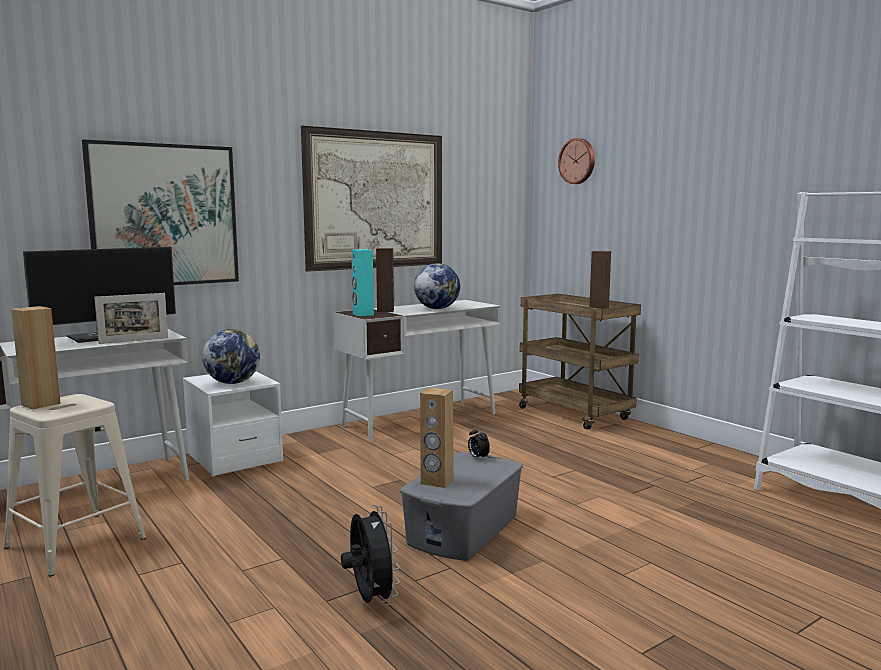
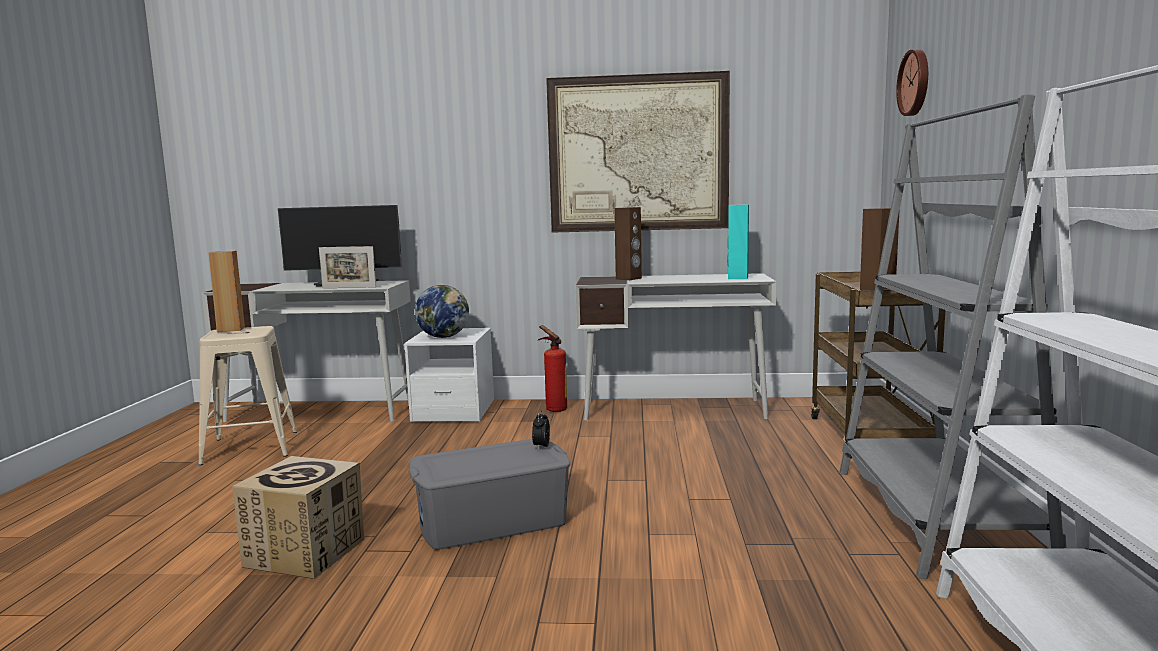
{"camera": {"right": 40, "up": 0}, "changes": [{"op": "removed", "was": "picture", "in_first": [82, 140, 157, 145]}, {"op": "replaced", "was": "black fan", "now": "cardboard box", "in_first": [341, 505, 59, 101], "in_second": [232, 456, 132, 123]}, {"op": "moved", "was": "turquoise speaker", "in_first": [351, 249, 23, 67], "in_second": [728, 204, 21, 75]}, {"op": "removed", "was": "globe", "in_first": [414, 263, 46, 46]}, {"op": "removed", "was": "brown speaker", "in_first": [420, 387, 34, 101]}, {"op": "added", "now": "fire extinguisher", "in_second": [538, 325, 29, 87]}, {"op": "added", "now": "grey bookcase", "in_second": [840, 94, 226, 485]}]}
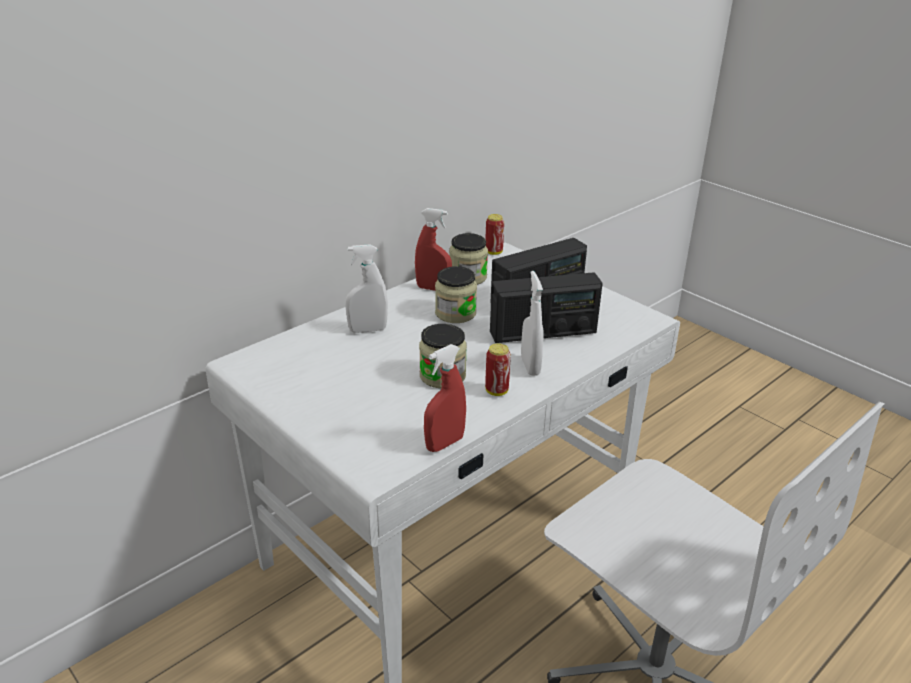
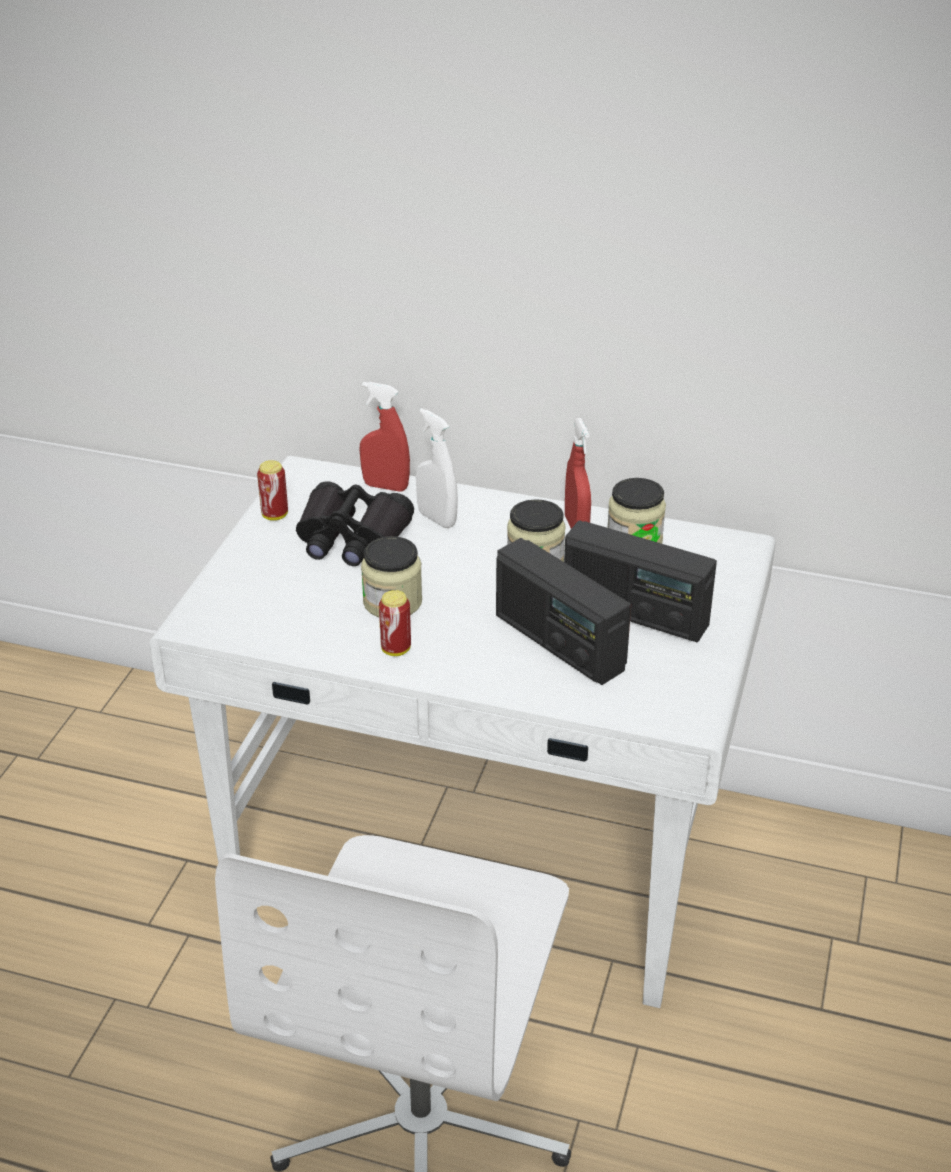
{"camera": {"right": 60, "up": 5}, "changes": [{"op": "moved", "was": "red spray bottle", "in_first": [424, 344, 42, 108], "in_second": [359, 382, 51, 110]}, {"op": "moved", "was": "can", "in_first": [485, 214, 19, 41], "in_second": [257, 460, 31, 61]}, {"op": "removed", "was": "white spray bottle", "in_first": [521, 271, 22, 105]}, {"op": "added", "now": "black binoculars", "in_second": [296, 481, 118, 85]}]}
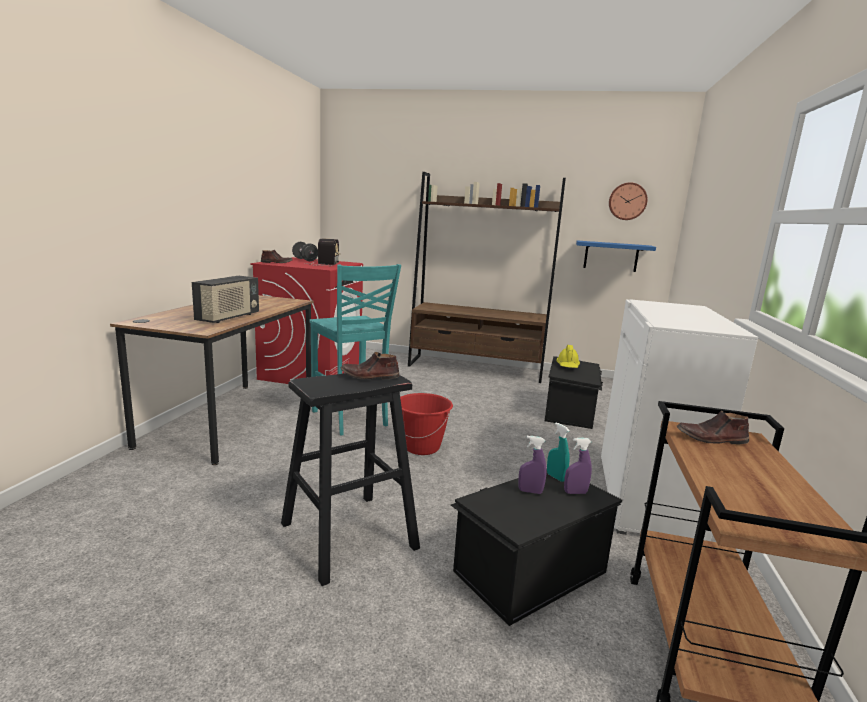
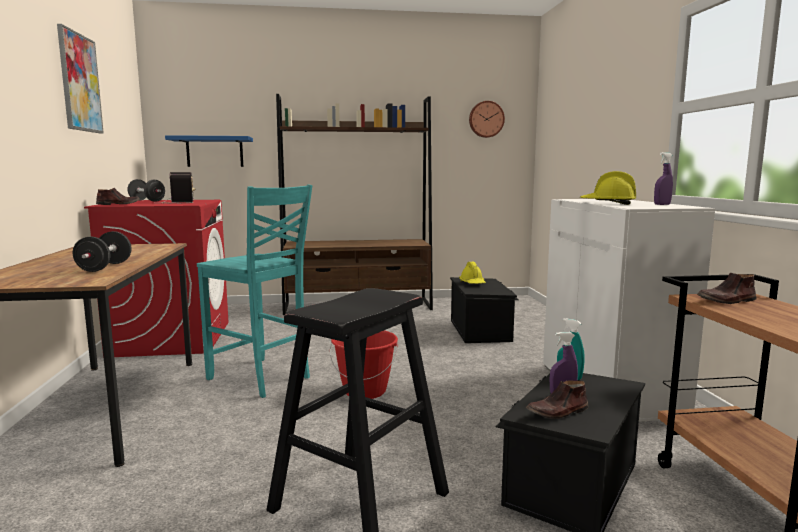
{"camera": {"right": -20, "up": -5}, "changes": [{"op": "replaced", "was": "radio", "now": "black dumbbell", "in_first": [192, 276, 67, 47], "in_second": [73, 231, 58, 41]}, {"op": "moved", "was": "brown shoe", "in_first": [341, 352, 59, 27], "in_second": [526, 381, 62, 38]}, {"op": "moved", "was": "purple spray bottle", "in_first": [564, 438, 28, 56], "in_second": [654, 152, 19, 53]}, {"op": "moved", "was": "blue shelf", "in_first": [576, 240, 80, 32], "in_second": [165, 135, 88, 32]}, {"op": "added", "now": "picture", "in_second": [57, 24, 47, 109]}, {"op": "added", "now": "yellow hard hat", "in_second": [580, 171, 56, 34]}]}
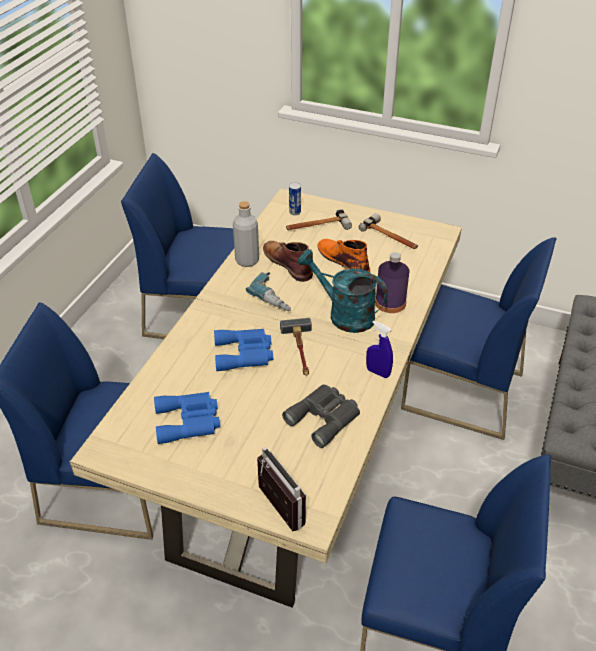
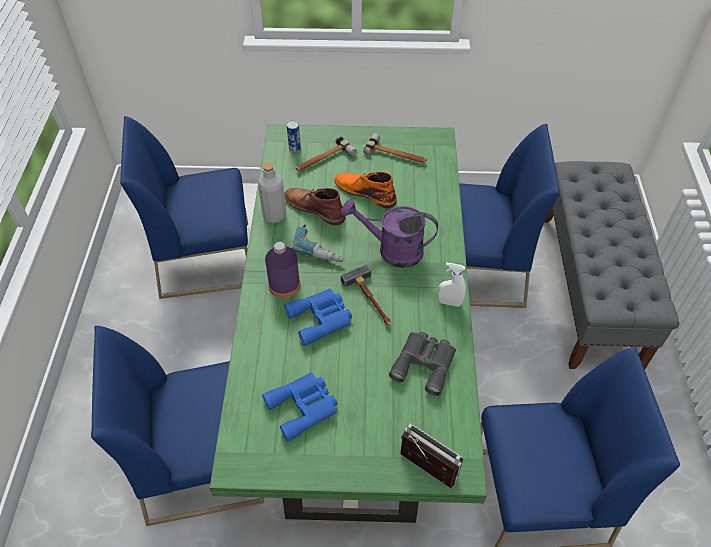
{"camera": {"right": -20, "up": 10}, "changes": [{"op": "recoloured", "was": "beige dining table", "now": "green dining table", "in_first": [70, 188, 392, 419], "in_second": [210, 124, 277, 399]}, {"op": "recoloured", "was": "turquoise watering can", "now": "purple watering can", "in_first": [298, 249, 90, 84], "in_second": [341, 199, 97, 69]}, {"op": "recoloured", "was": "blue spray bottle", "now": "white spray bottle", "in_first": [366, 321, 27, 57], "in_second": [438, 263, 28, 44]}, {"op": "moved", "was": "purple bottle", "in_first": [375, 252, 34, 61], "in_second": [265, 242, 35, 56]}]}
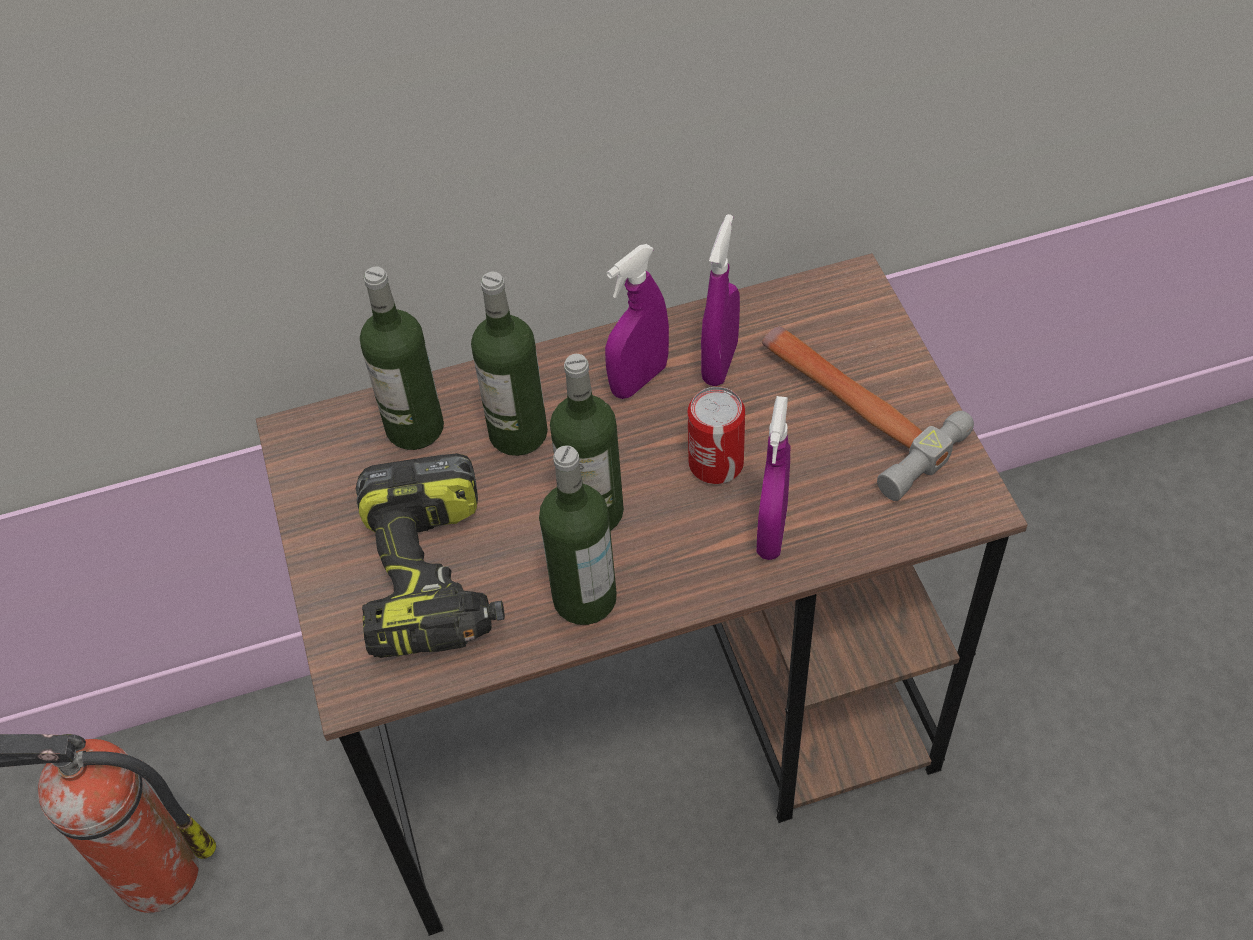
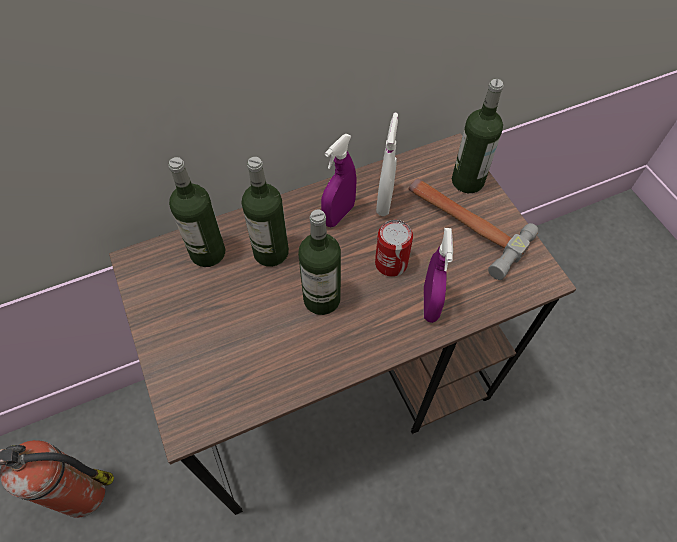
{"camera": {"right": -10, "up": 5}, "changes": [{"op": "removed", "was": "power drill", "in_first": [356, 453, 149, 205]}, {"op": "moved", "was": "bottle", "in_first": [539, 445, 78, 180], "in_second": [452, 79, 51, 114]}, {"op": "recoloured", "was": "purple spray bottle", "now": "white spray bottle", "in_first": [701, 214, 39, 172], "in_second": [376, 113, 22, 103]}]}
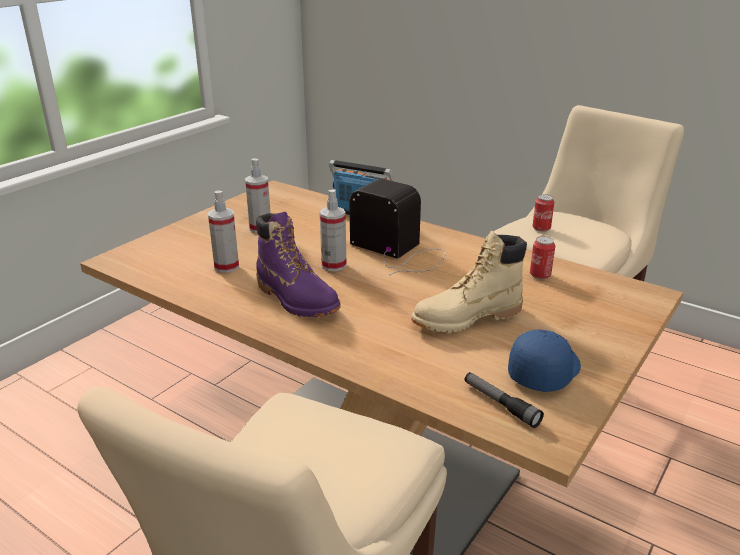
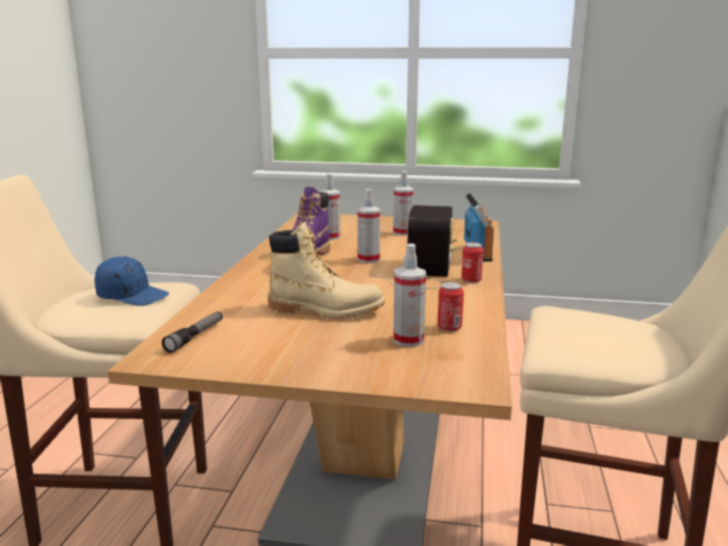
{"camera": {"right": 65, "up": -10}, "changes": [{"op": "turned", "was": "beige boot", "in_first": [411, 231, 116, 102], "in_second": [268, 222, 117, 97], "clockwise": 150}, {"op": "moved", "was": "blue cap", "in_first": [508, 329, 73, 63], "in_second": [95, 256, 74, 50]}, {"op": "moved", "was": "can", "in_first": [533, 194, 21, 38], "in_second": [461, 242, 23, 41]}, {"op": "added", "now": "spray bottle", "in_second": [393, 243, 33, 104]}]}
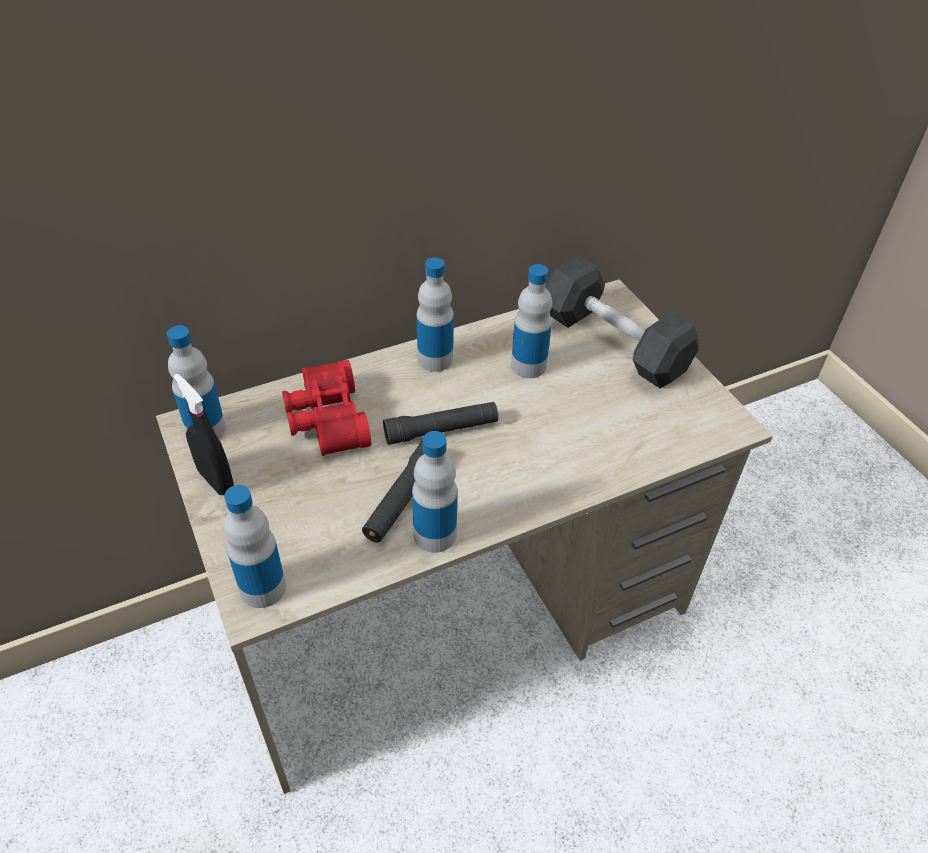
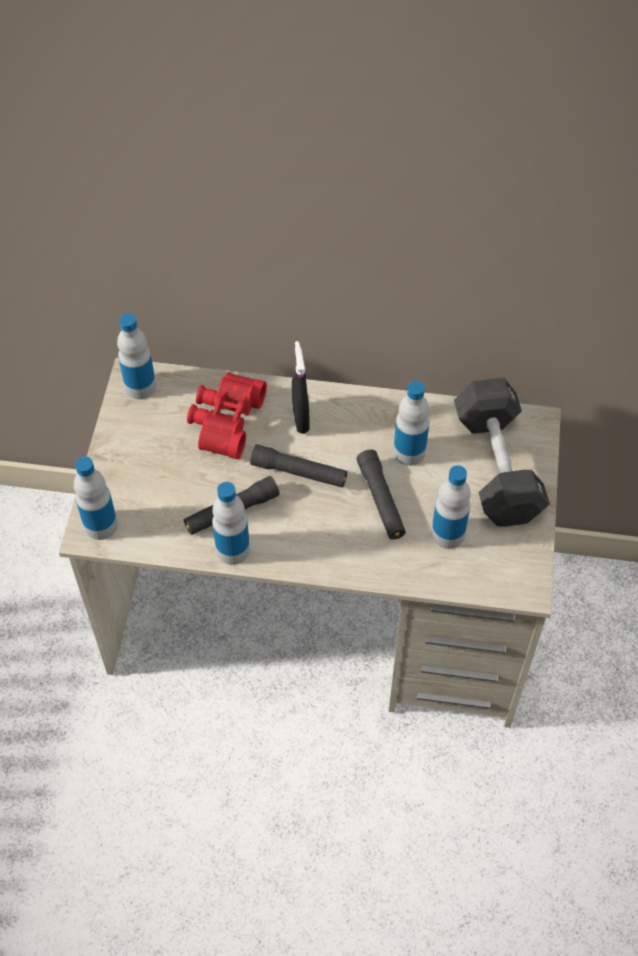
{"camera": {"right": 35, "up": 10}, "changes": [{"op": "moved", "was": "black spray bottle", "in_first": [173, 374, 61, 121], "in_second": [292, 341, 17, 93]}, {"op": "moved", "was": "bottle", "in_first": [417, 258, 37, 114], "in_second": [431, 465, 40, 84]}, {"op": "added", "now": "black flashlight", "in_second": [356, 449, 50, 91]}]}
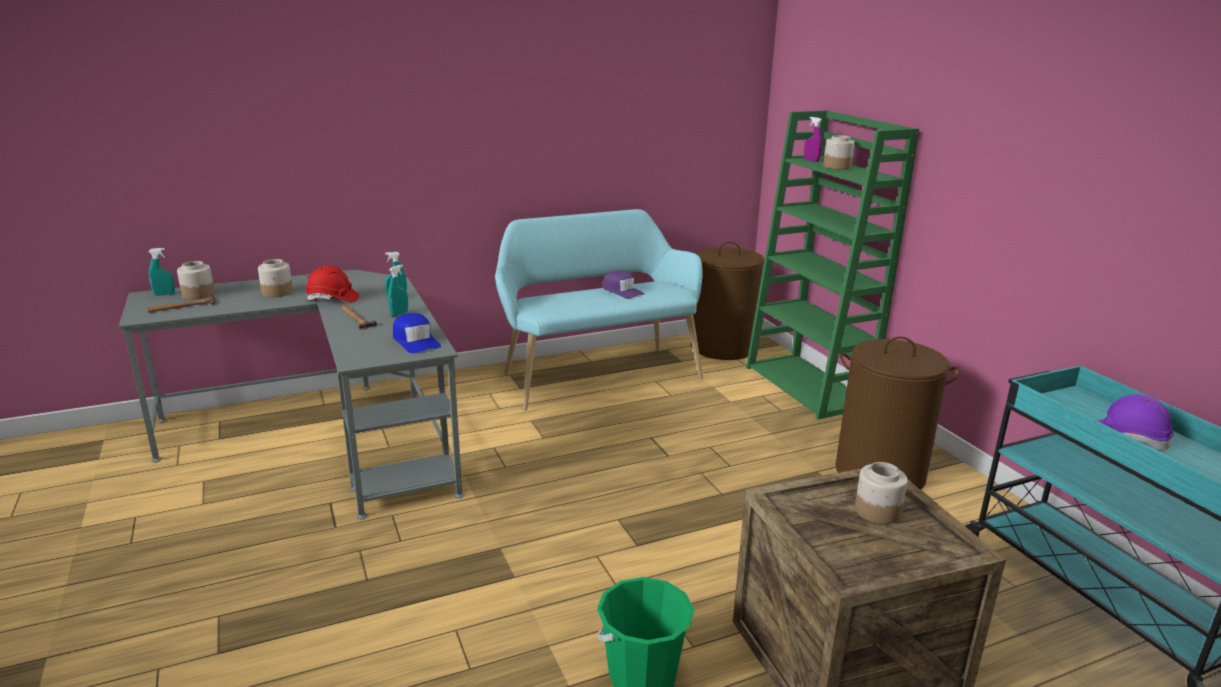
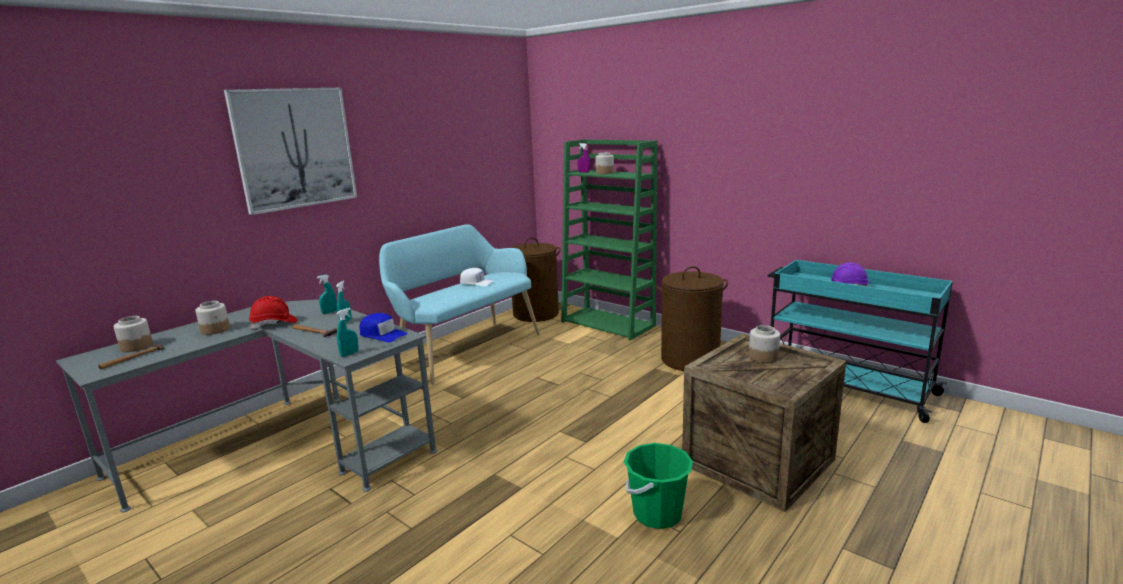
{"camera": {"right": -25, "up": -5}, "changes": [{"op": "moved", "was": "turquoise spray bottle", "in_first": [148, 248, 27, 48], "in_second": [336, 308, 23, 49]}, {"op": "recoloured", "was": "purple cap", "now": "white cap", "in_first": [603, 270, 41, 29], "in_second": [460, 268, 34, 18]}, {"op": "added", "now": "picture", "in_second": [224, 88, 133, 127]}]}
